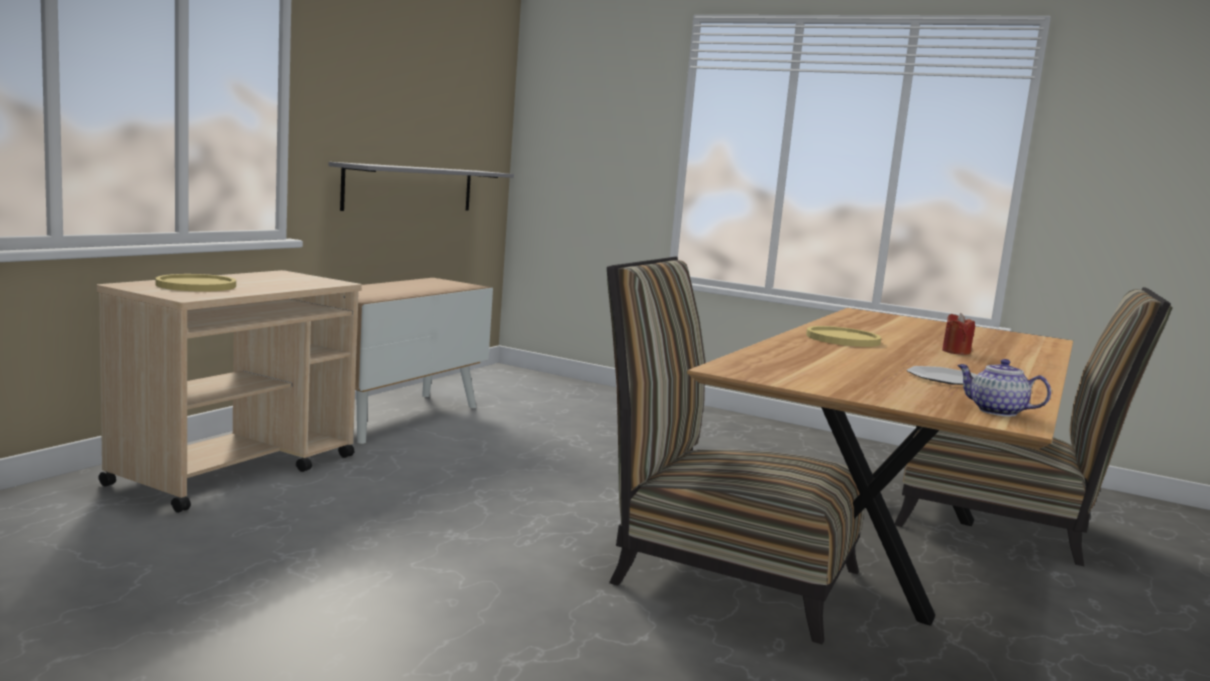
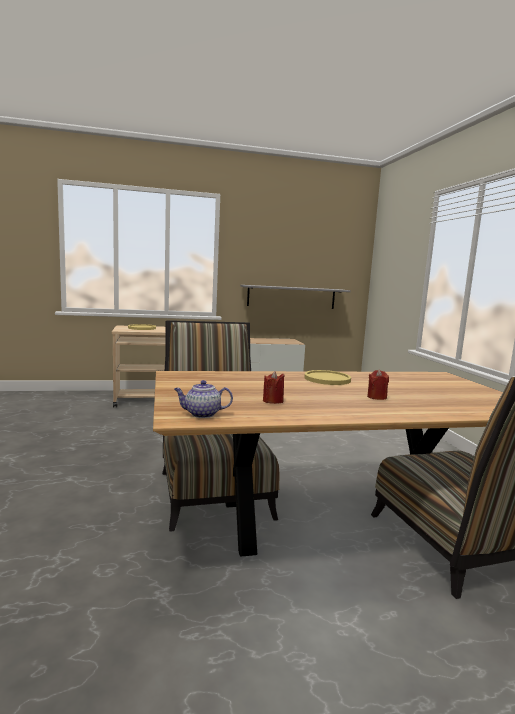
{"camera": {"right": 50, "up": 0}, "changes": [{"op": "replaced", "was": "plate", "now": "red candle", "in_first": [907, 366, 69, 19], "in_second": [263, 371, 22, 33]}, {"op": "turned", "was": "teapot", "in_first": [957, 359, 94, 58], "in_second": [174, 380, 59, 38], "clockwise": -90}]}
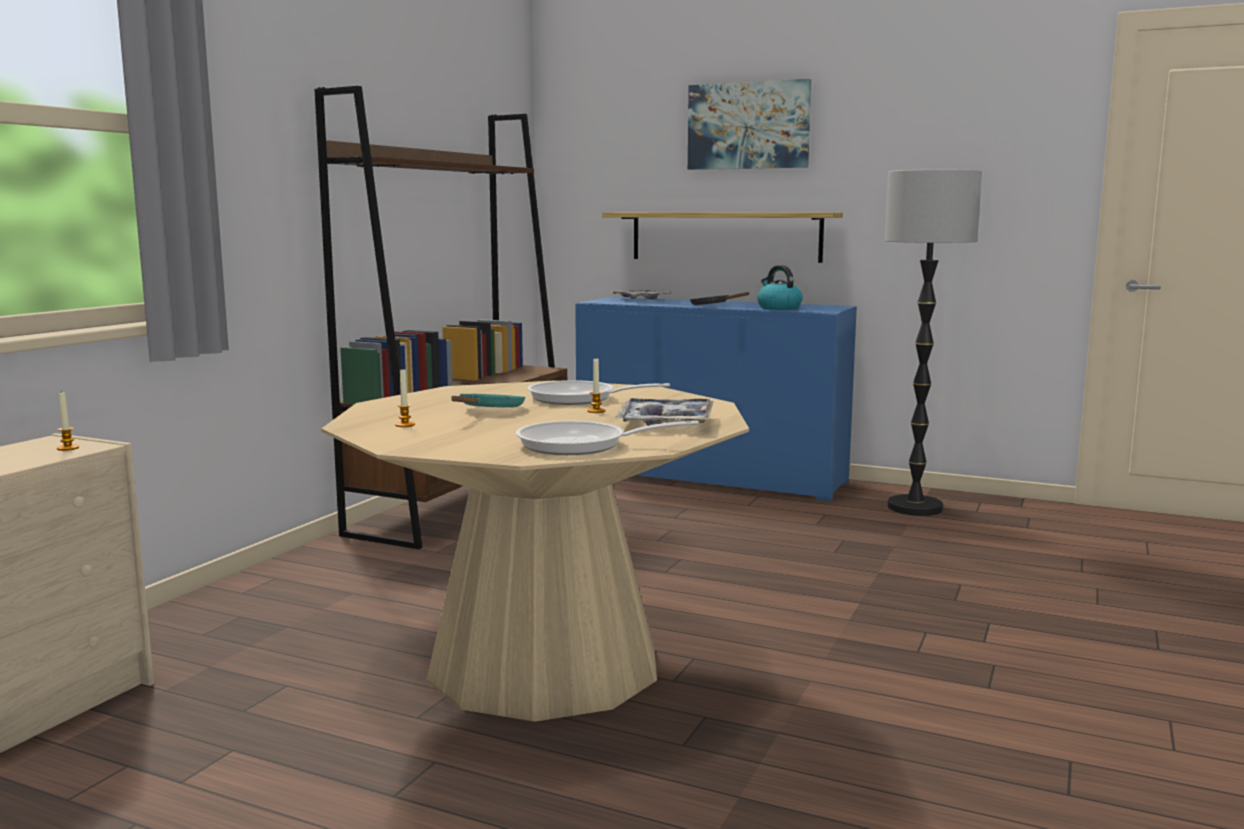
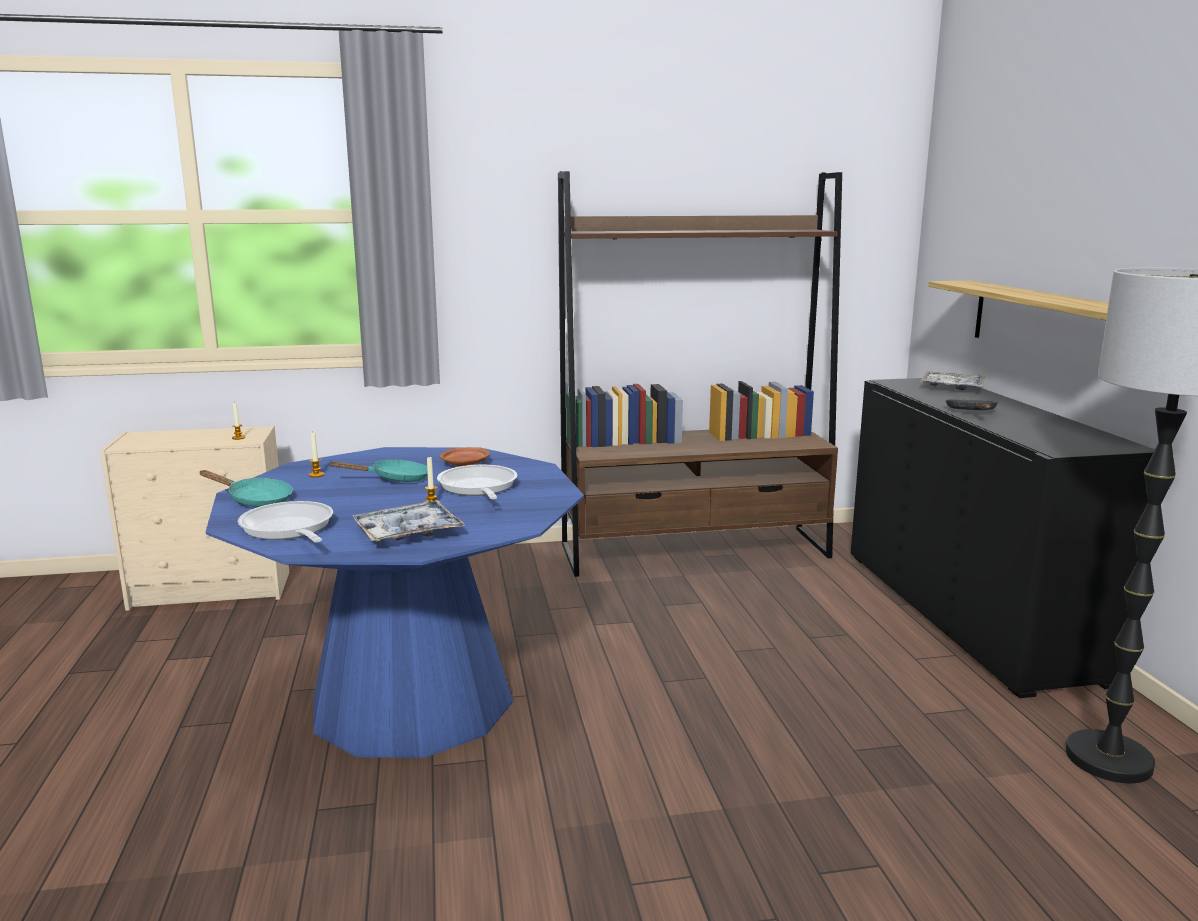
{"camera": {"right": 55, "up": 5}, "changes": [{"op": "recoloured", "was": "beige dining table", "now": "blue dining table", "in_first": [321, 381, 428, 341], "in_second": [206, 447, 378, 311]}, {"op": "recoloured", "was": "blue cabinet", "now": "black cabinet", "in_first": [575, 297, 282, 204], "in_second": [851, 378, 304, 320]}, {"op": "removed", "was": "picture", "in_first": [688, 79, 123, 91]}, {"op": "removed", "was": "kettle", "in_first": [757, 265, 46, 45]}, {"op": "added", "now": "turquoise frying pan", "in_second": [199, 470, 94, 37]}, {"op": "added", "now": "brown plate", "in_second": [440, 447, 50, 19]}]}
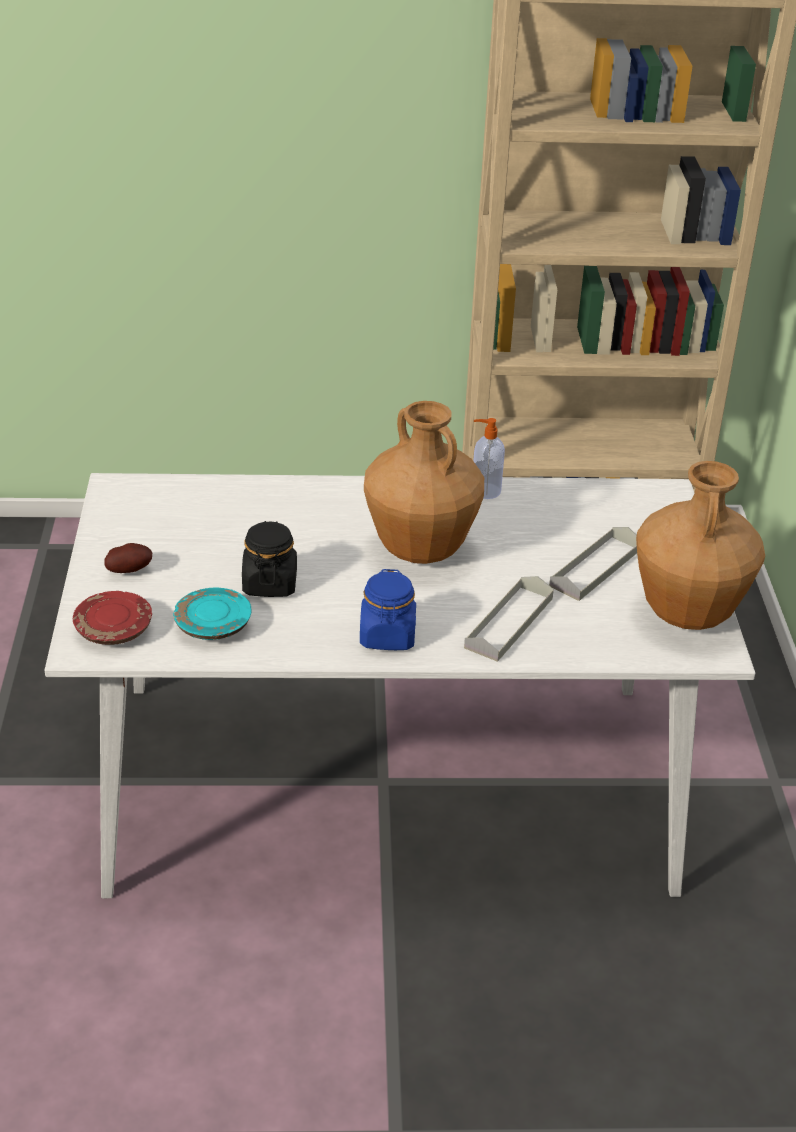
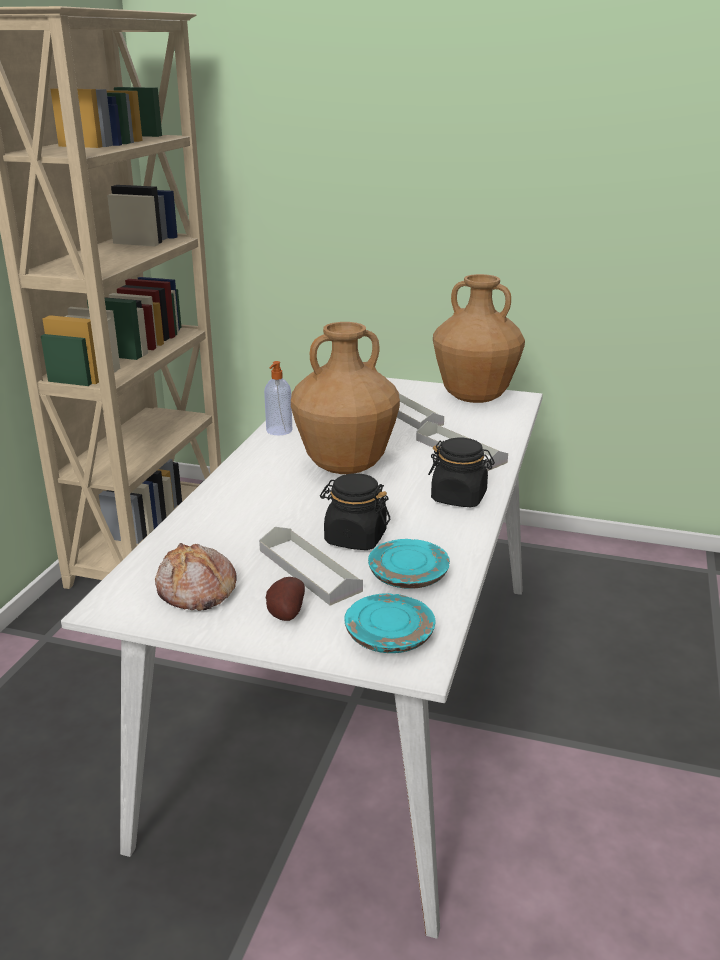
{"camera": {"right": -70, "up": -10}, "changes": [{"op": "recoloured", "was": "red plate", "now": "turquoise plate", "in_first": [73, 591, 79, 54], "in_second": [344, 593, 92, 60]}, {"op": "recoloured", "was": "blue jar", "now": "black jar", "in_first": [360, 569, 56, 81], "in_second": [428, 438, 67, 69]}, {"op": "added", "now": "bread", "in_second": [155, 543, 82, 68]}, {"op": "added", "now": "grey tray", "in_second": [259, 527, 104, 78]}]}
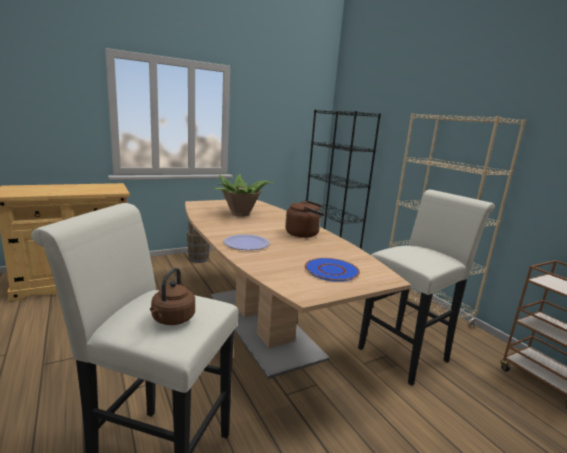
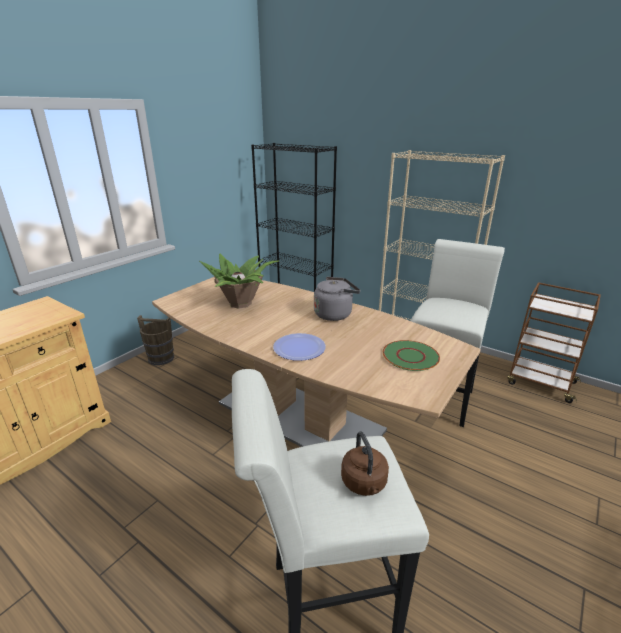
{"camera": {"right": -25, "up": 10}, "changes": [{"op": "recoloured", "was": "brown kettle", "now": "grey kettle", "in_first": [285, 200, 40, 38], "in_second": [314, 277, 47, 44]}, {"op": "recoloured", "was": "blue plate", "now": "green plate", "in_first": [305, 258, 55, 24], "in_second": [383, 340, 57, 31]}]}
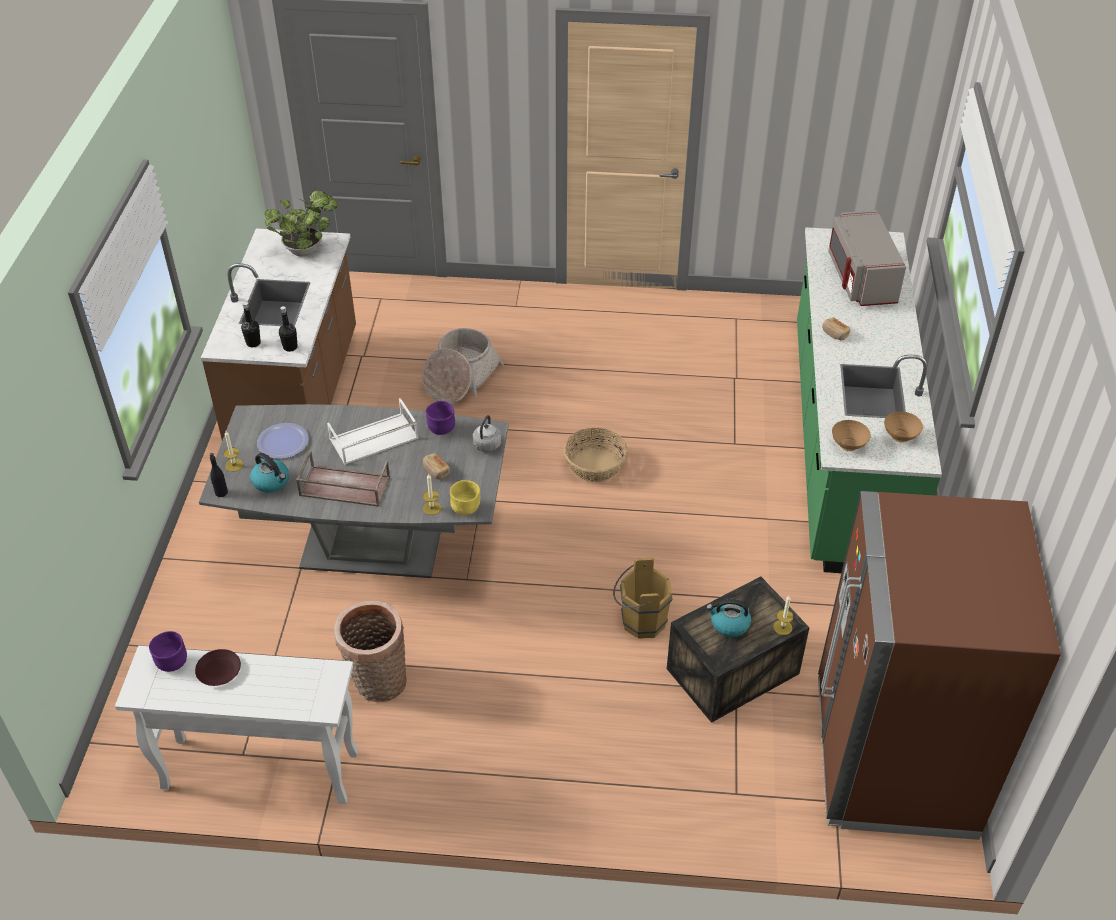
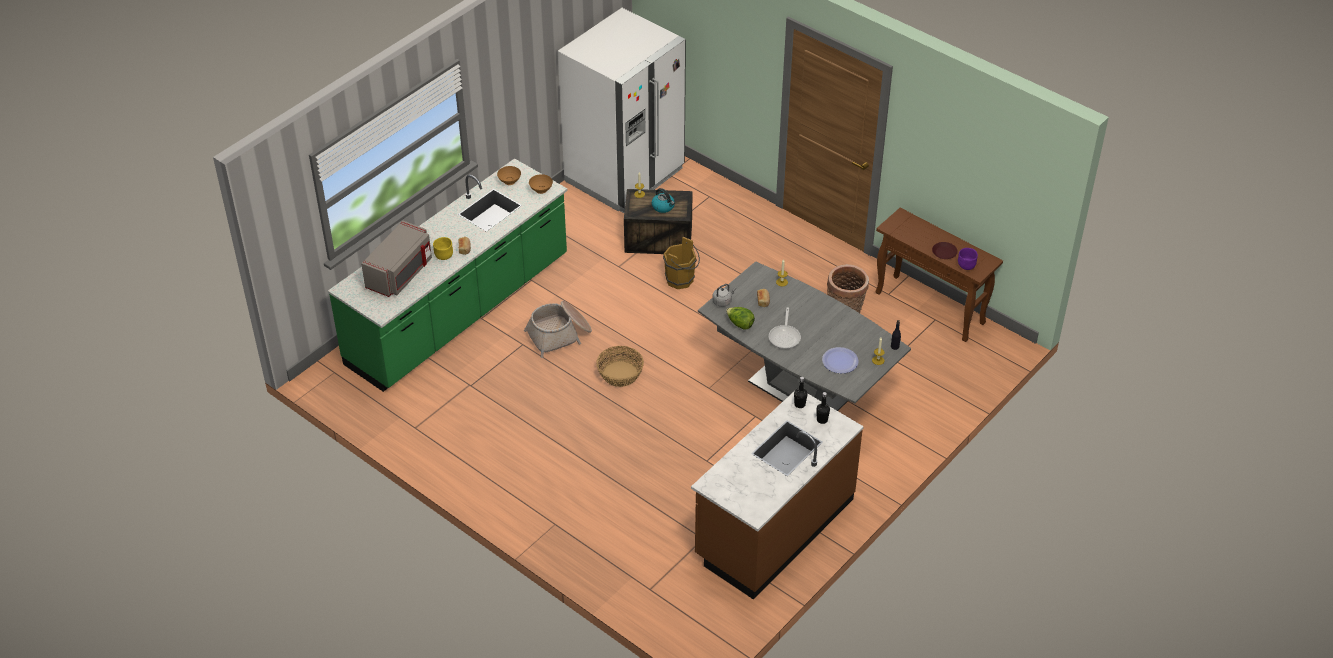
{"camera": {"right": -145, "up": 0}, "changes": [{"op": "recoloured", "was": "white console table", "now": "brown console table", "in_first": [115, 646, 243, 158], "in_second": [875, 208, 128, 134]}, {"op": "removed", "was": "kettle", "in_first": [250, 453, 39, 40]}, {"op": "removed", "was": "potted plant", "in_first": [265, 190, 73, 66]}, {"op": "removed", "was": "brown tray", "in_first": [296, 450, 94, 57]}, {"op": "replaced", "was": "white tray", "now": "frying pan", "in_first": [327, 398, 92, 67], "in_second": [769, 307, 32, 42]}, {"op": "moved", "was": "basket", "in_first": [422, 328, 82, 75], "in_second": [524, 301, 68, 57]}, {"op": "replaced", "was": "purple bowl", "now": "lettuce", "in_first": [426, 401, 29, 34], "in_second": [726, 307, 29, 23]}, {"op": "moved", "was": "yellow bowl", "in_first": [450, 480, 30, 35], "in_second": [433, 237, 20, 23]}, {"op": "recoloured", "was": "brown fridge", "now": "white fridge", "in_first": [818, 491, 243, 349], "in_second": [558, 8, 128, 205]}]}
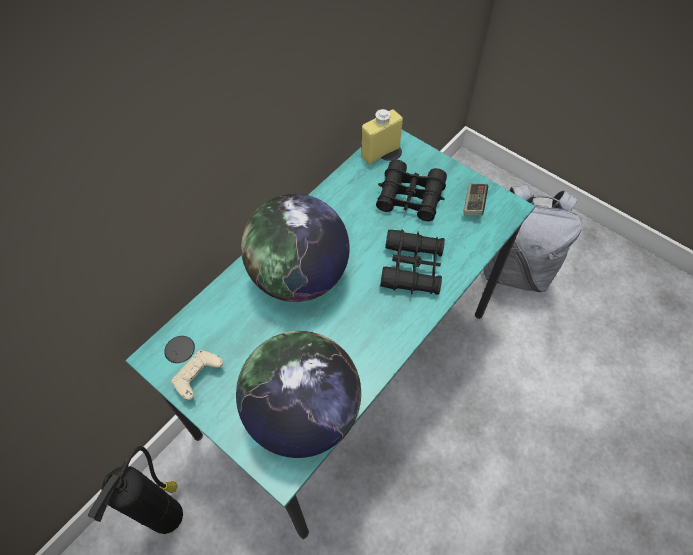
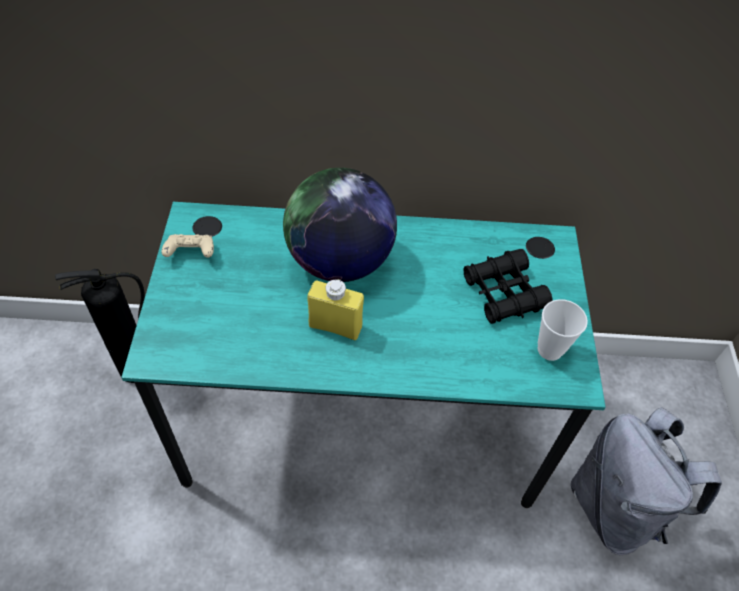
{"camera": {"right": 50, "up": -5}, "changes": [{"op": "removed", "was": "globe", "in_first": [236, 331, 125, 127]}, {"op": "moved", "was": "yellow bottle", "in_first": [361, 109, 42, 55], "in_second": [307, 279, 57, 61]}, {"op": "removed", "was": "black binoculars", "in_first": [380, 229, 65, 66]}, {"op": "replaced", "was": "game controller", "now": "cup", "in_first": [464, 183, 24, 32], "in_second": [538, 299, 50, 62]}]}
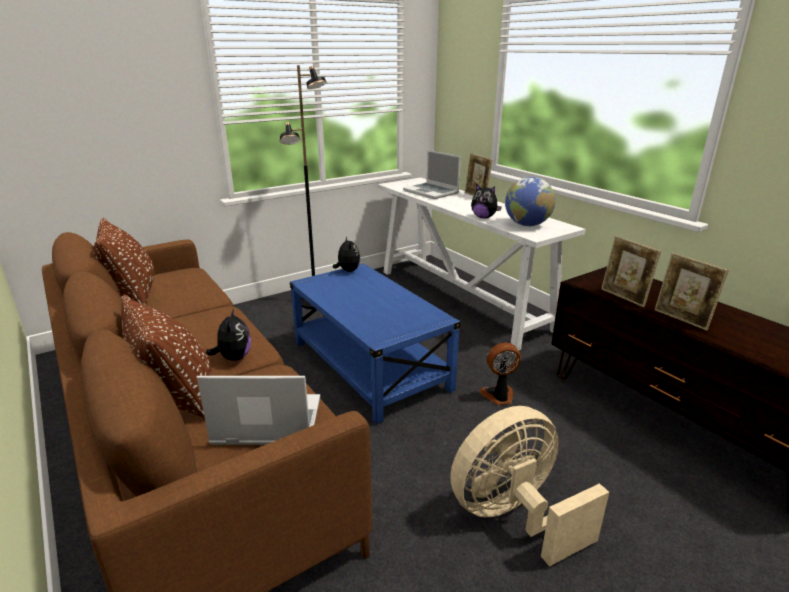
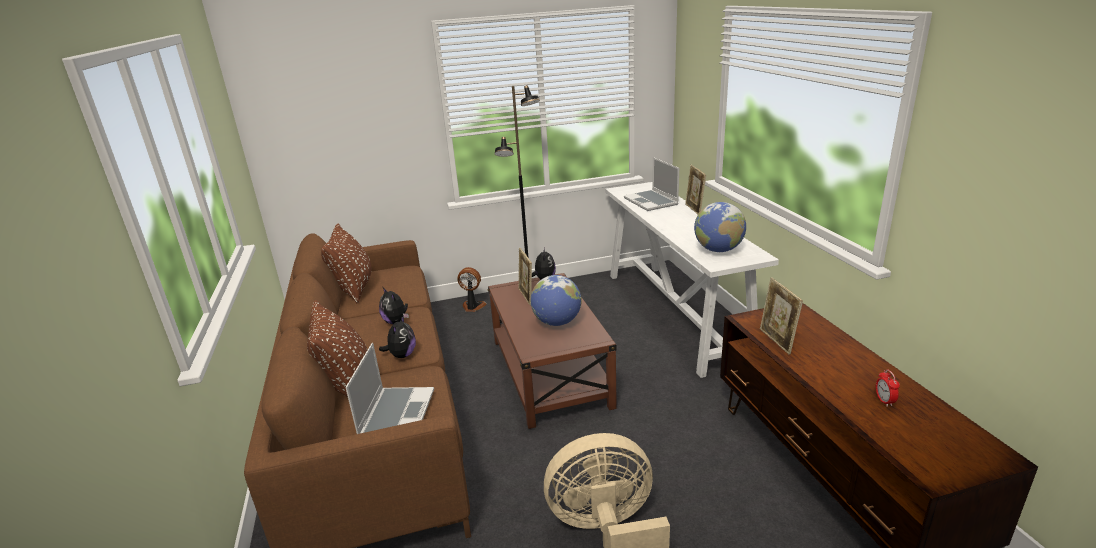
{"camera": {"right": 20, "up": 0}, "changes": [{"op": "turned", "was": "laptop", "in_first": [197, 376, 123, 69], "in_second": [345, 343, 89, 91], "clockwise": 75}, {"op": "recoloured", "was": "blue coffee table", "now": "brown coffee table", "in_first": [290, 264, 171, 160], "in_second": [488, 273, 129, 156]}, {"op": "moved", "was": "plush toy", "in_first": [471, 184, 31, 34], "in_second": [379, 287, 30, 37]}, {"op": "moved", "was": "fan", "in_first": [480, 343, 41, 62], "in_second": [457, 267, 30, 45]}, {"op": "moved", "was": "picture frame", "in_first": [655, 253, 74, 78], "in_second": [518, 248, 14, 57]}, {"op": "added", "now": "globe", "in_second": [530, 275, 52, 51]}, {"op": "added", "now": "alarm clock", "in_second": [876, 370, 24, 37]}]}
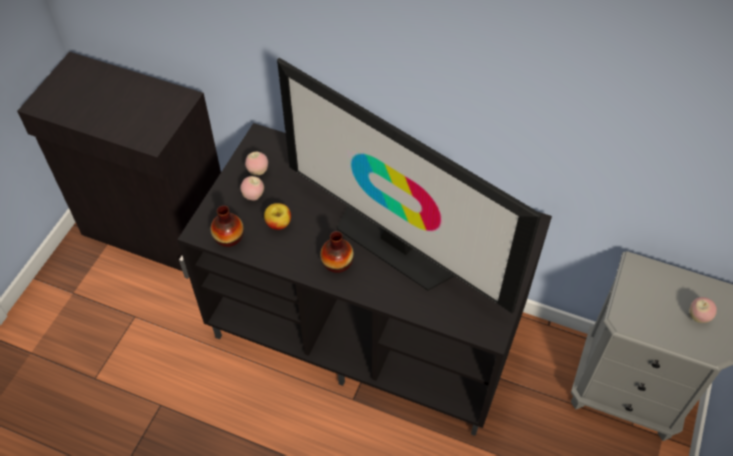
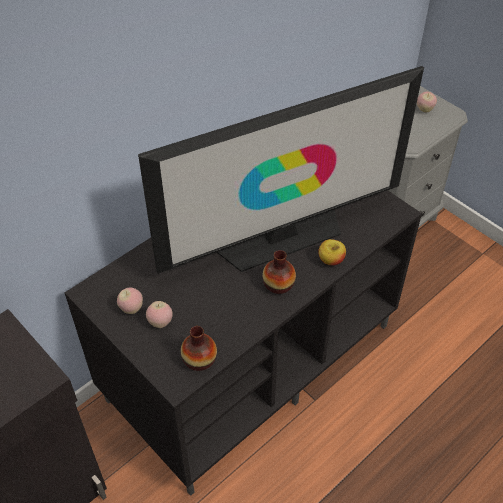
{"camera": {"right": -65, "up": -5}, "changes": [{"op": "moved", "was": "apple", "in_first": [264, 203, 27, 27], "in_second": [318, 239, 28, 27]}]}
